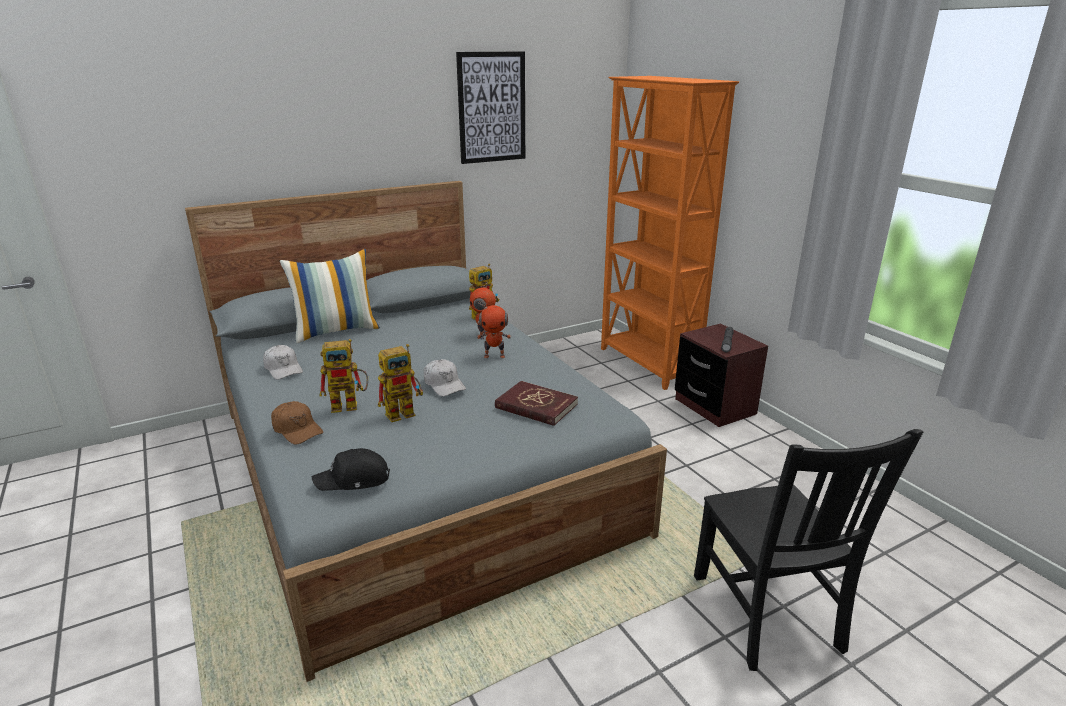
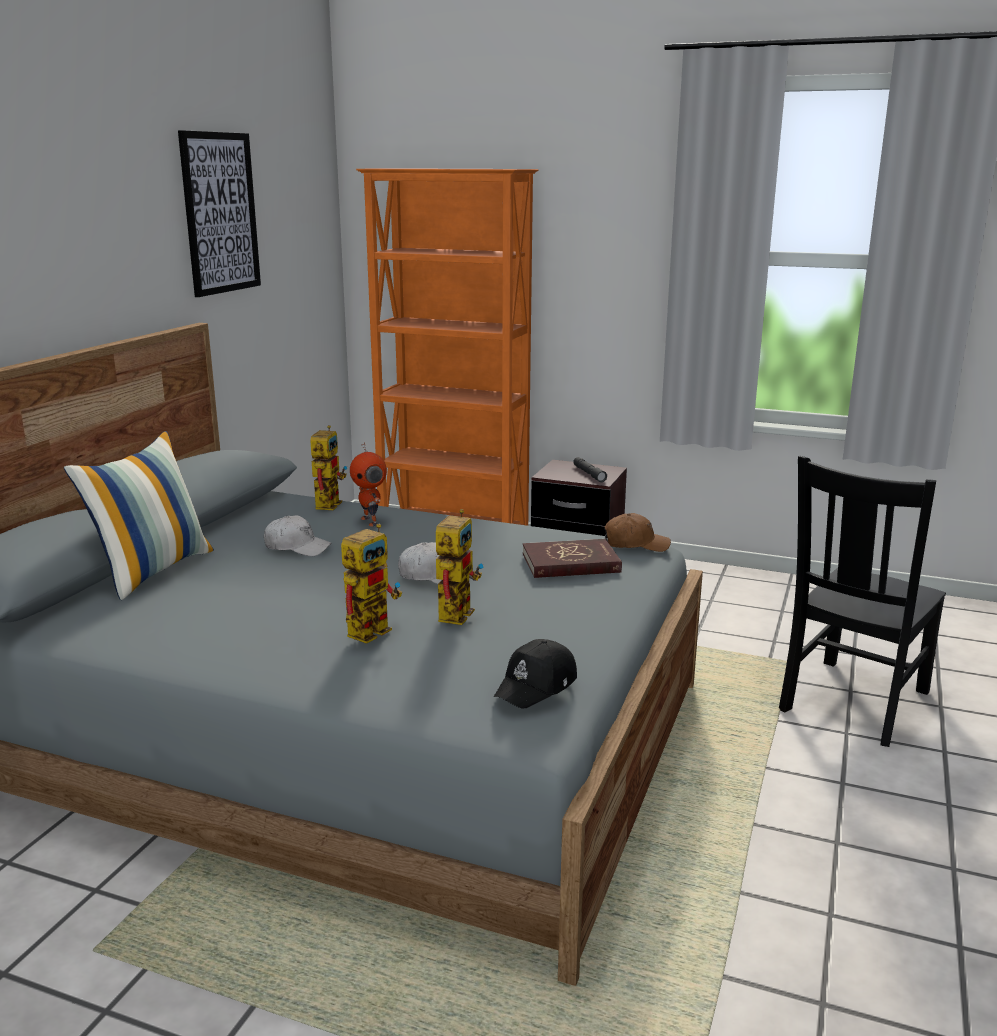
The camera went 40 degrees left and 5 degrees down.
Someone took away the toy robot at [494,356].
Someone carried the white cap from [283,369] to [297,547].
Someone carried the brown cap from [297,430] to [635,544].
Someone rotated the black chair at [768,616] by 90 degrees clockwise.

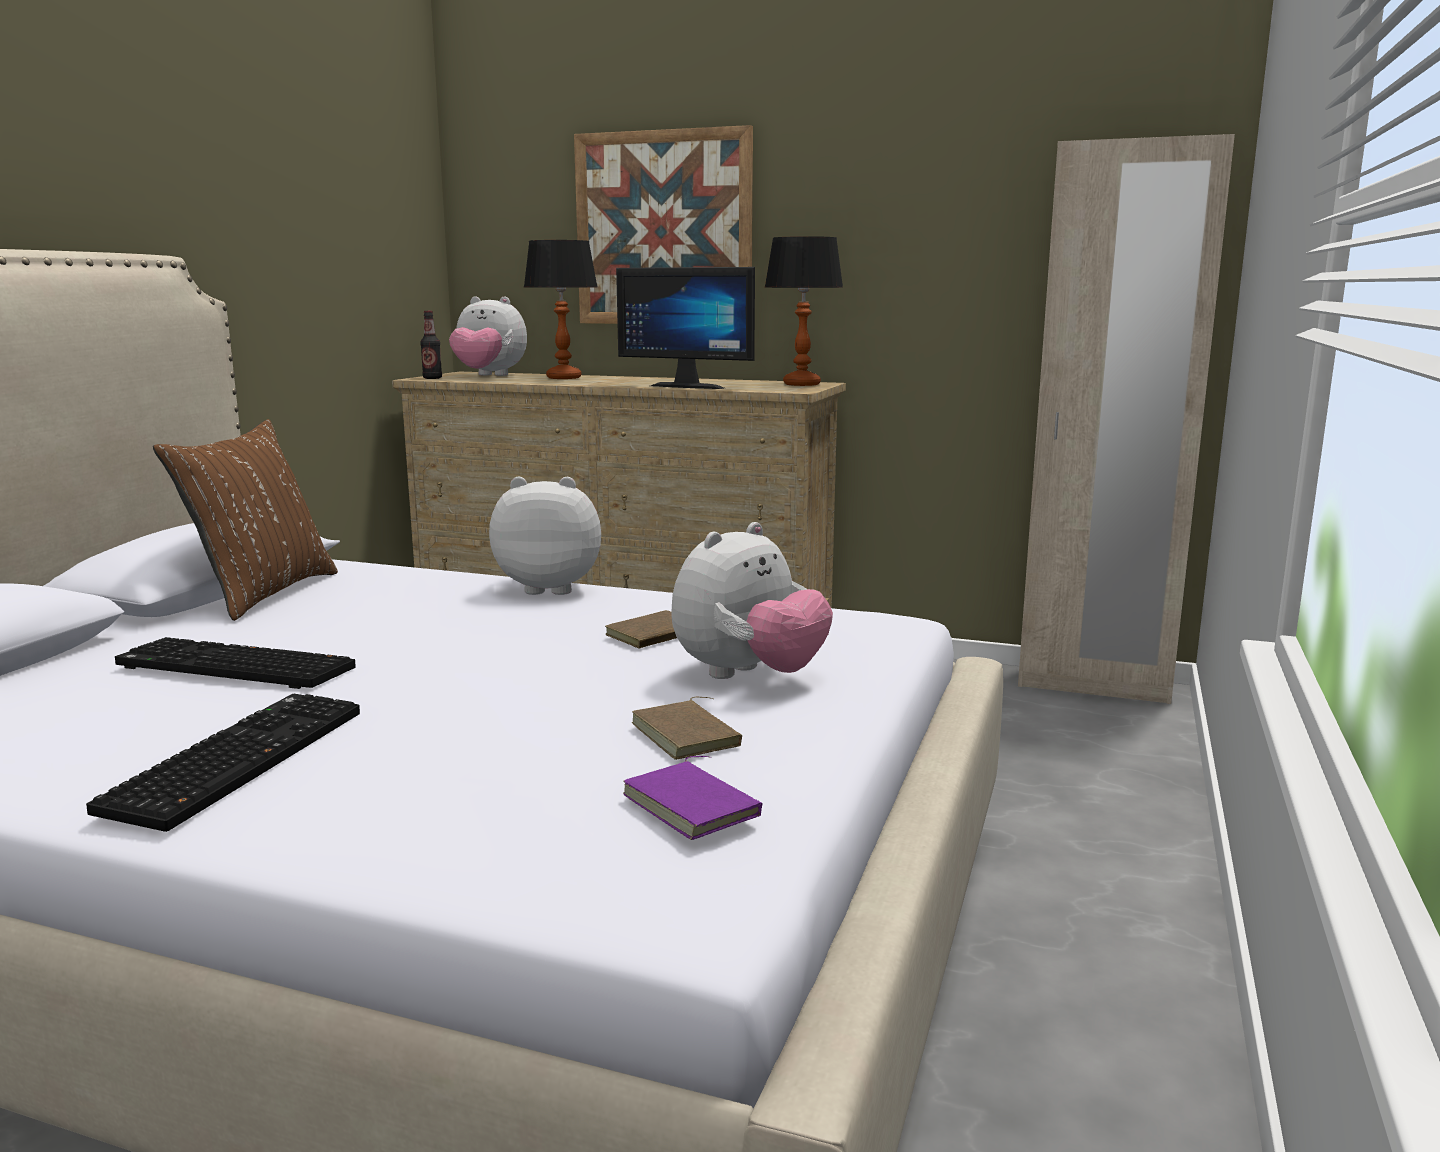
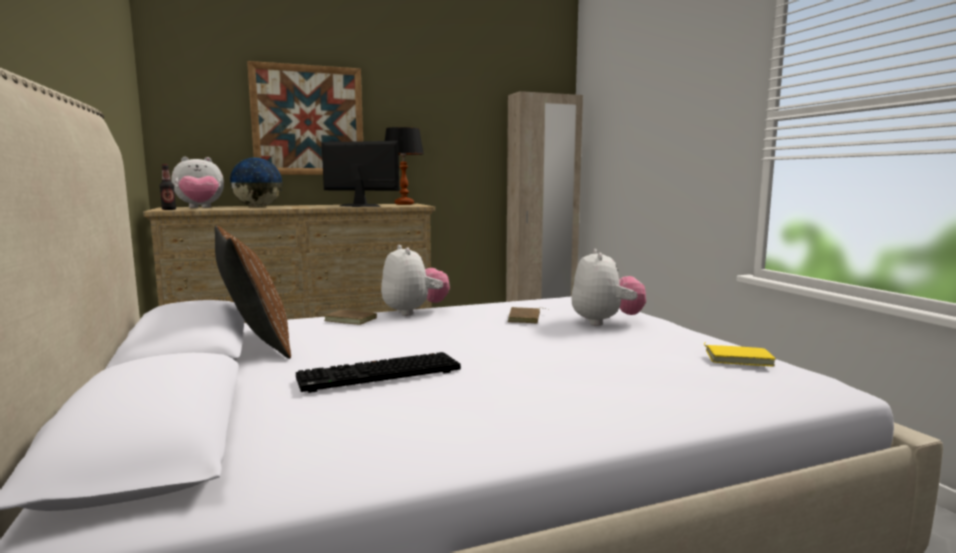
The camera went 40 degrees left and 5 degrees down.
Someone took away the keyboard at [237,758].
Someone carried the brown book from [689,735] to [352,319].
Someone swapped the table lamp at [564,378] for the globe at [257,206].
Someone repainted the purple book at [695,805], which became the yellow book at [738,358].
Someone rotated the plush toy at [550,588] by 105 degrees clockwise.
Someone rotated the monitor at [691,386] by 150 degrees counterclockwise.

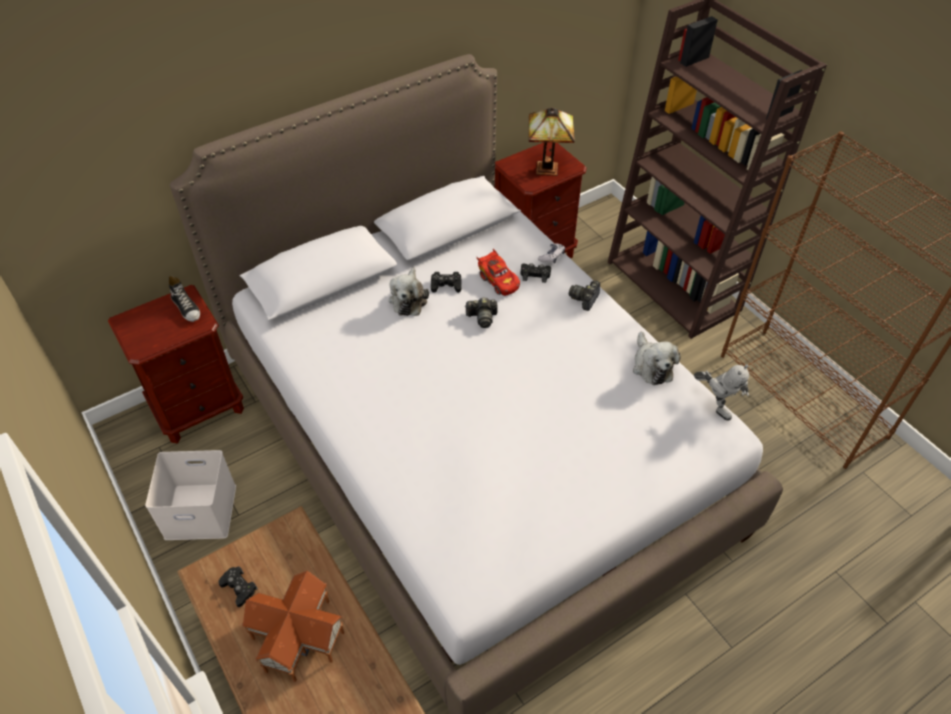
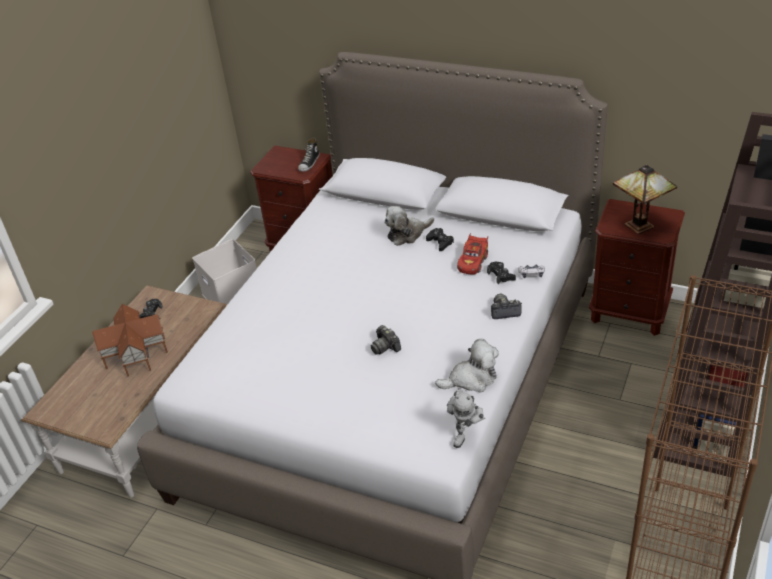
The camera went 60 degrees right and 10 degrees down.
Someone carried the photo camera from [482,317] to [385,347].
Someone rotated the plush toy at [651,365] by 150 degrees counterclockwise.

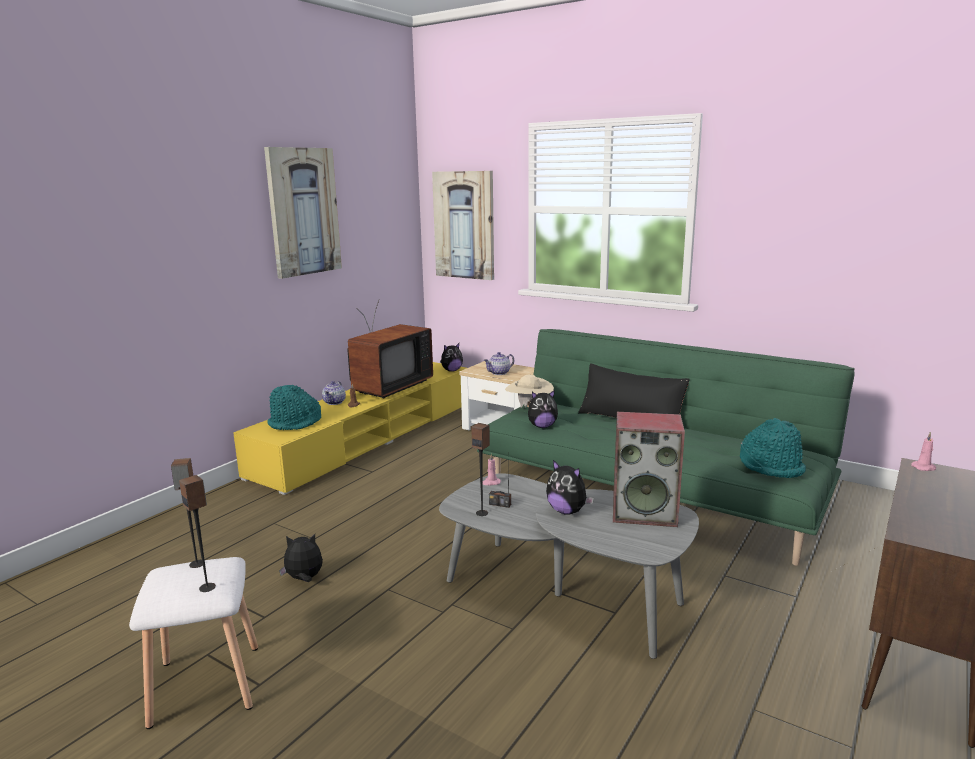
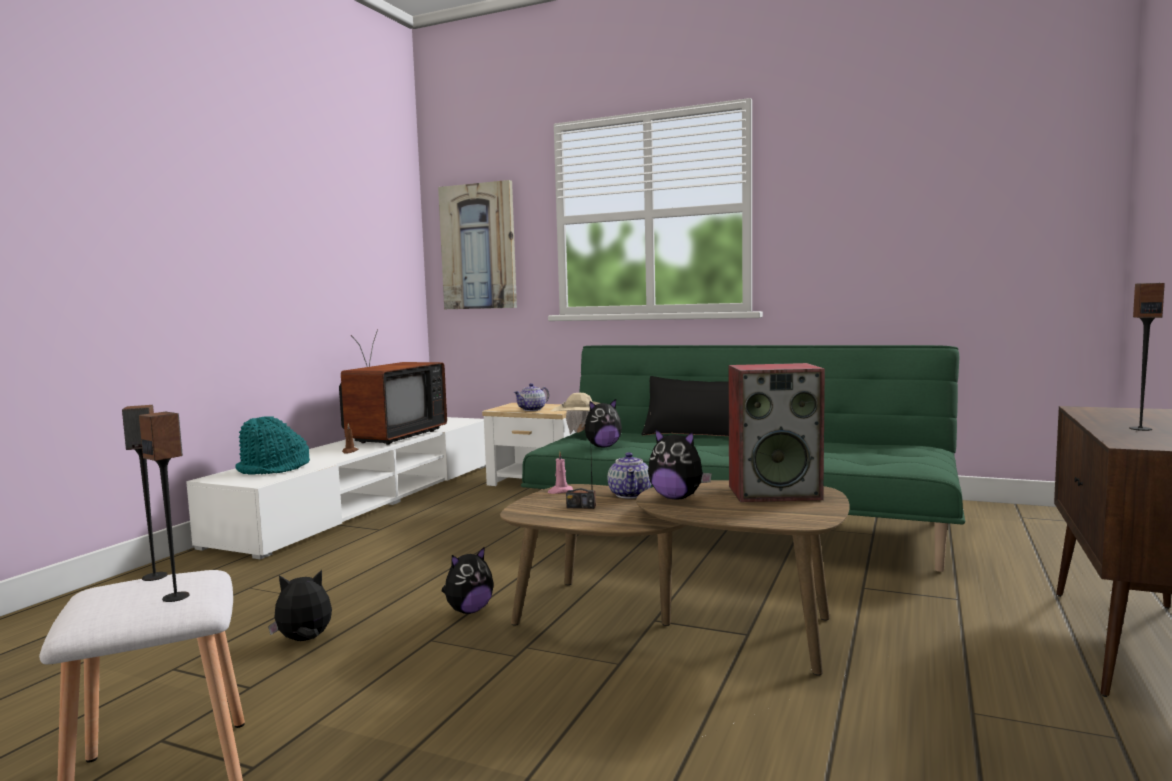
The camera went 10 degrees left and 10 degrees down.
Someone took away the picture at [303,211].
Someone took away the turquoise hat at [772,467].
Someone took away the pink candle at [924,468].
Someone carried the teapot from [335,402] to [630,494].
Someone carried the plush toy from [451,370] to [468,610].
Someone carried the speaker from [482,513] to [1140,429].
Someone repainted the yellow tv stand at [370,437], which became the white tv stand at [369,500].
Someone repainted the grey coffee table at [563,594], which became the brown coffee table at [672,623].

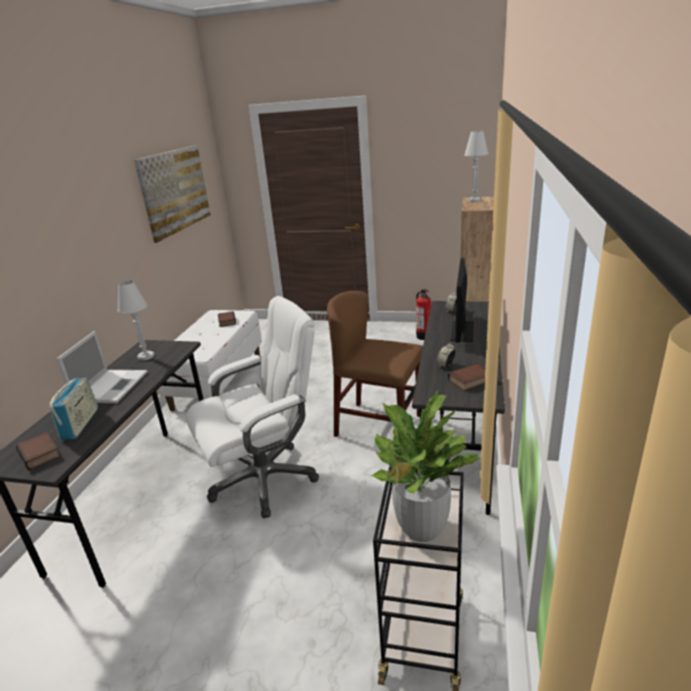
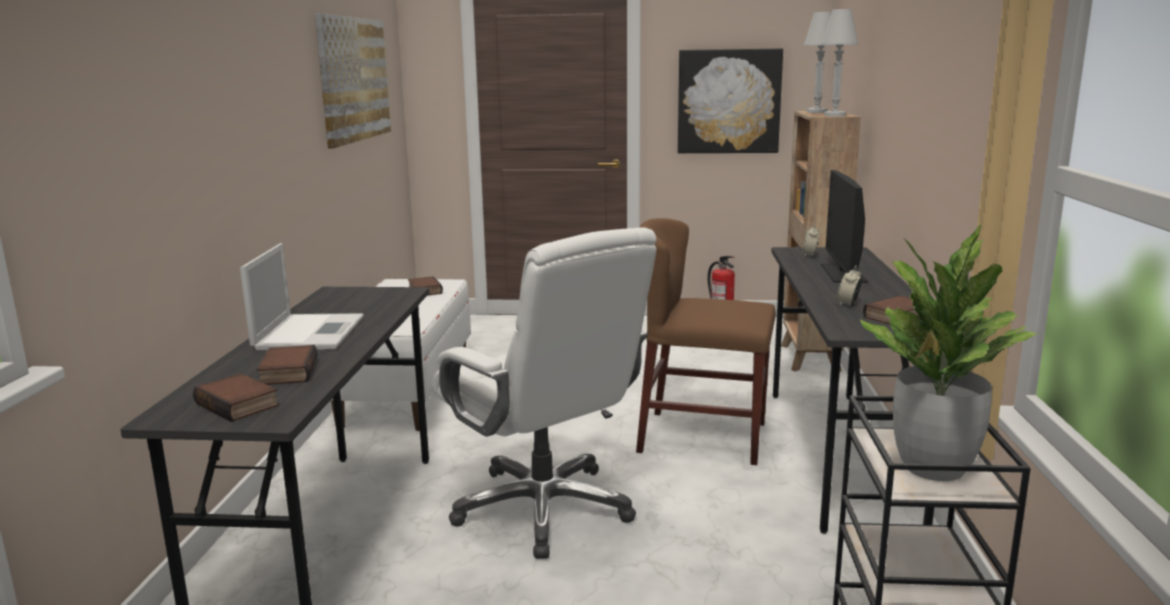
The camera went 10 degrees left and 10 degrees down.
Someone put up the picture at [728,101].
Someone carried the white table lamp from [146,356] to [834,115].
Someone swapped the radio at [80,424] for the book at [287,371].
Someone rotated the white office chair at [264,478] by 90 degrees clockwise.

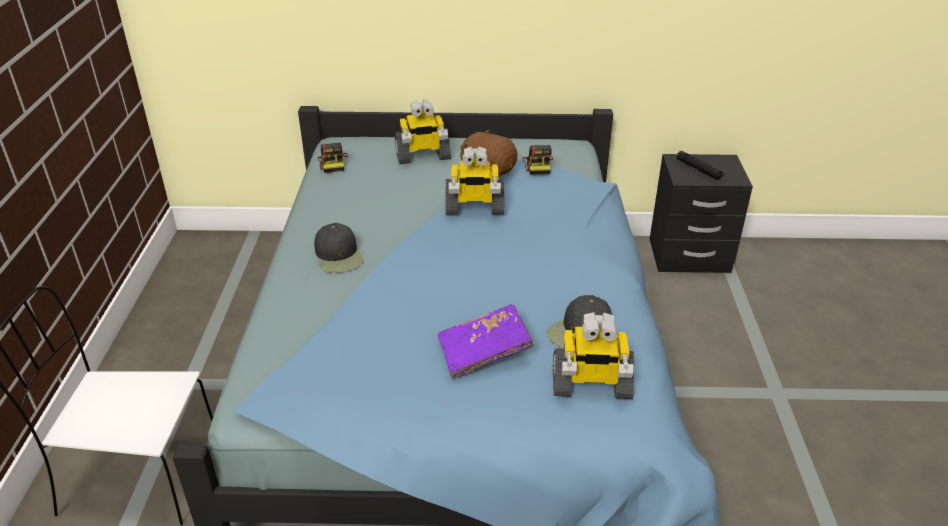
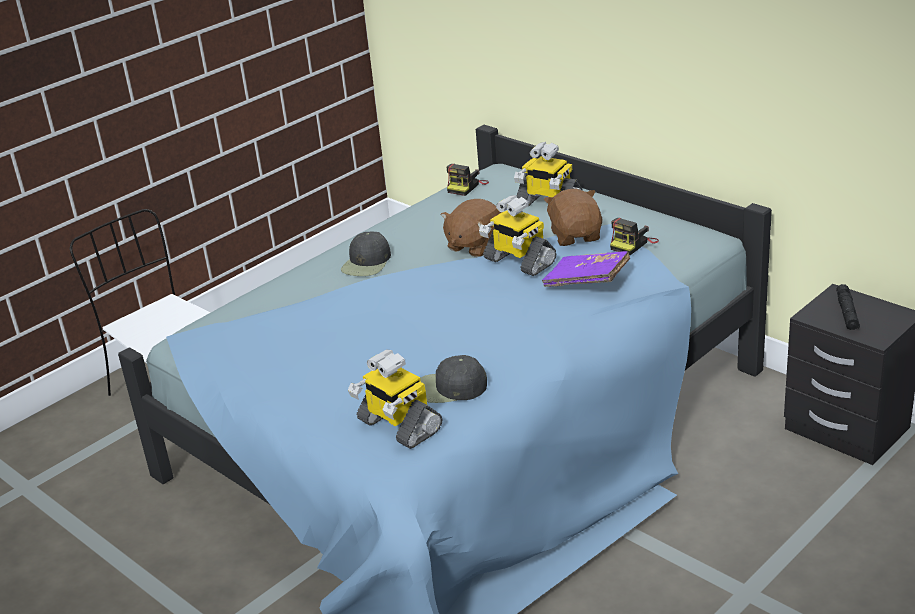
The camera went 45 degrees right and 5 degrees down.
Someone put down the brown plush toy at [474,245].
Someone carried the purple book from [484,352] to [587,281].

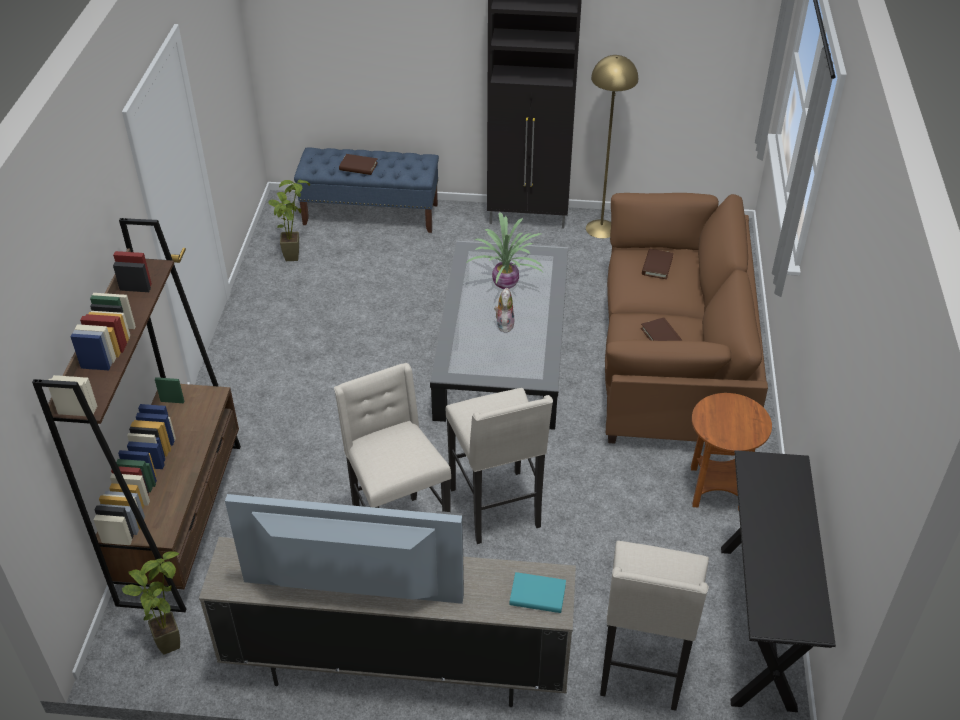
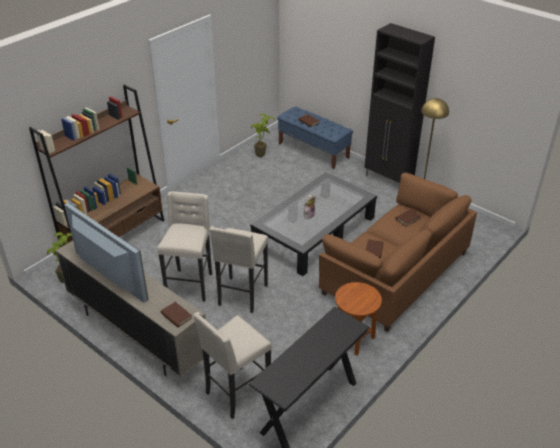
The camera went 35 degrees right and 5 degrees down.
Someone took away the potted plant at [506,283].
Someone repainted the turquoise book at [537,595], which became the brown book at [176,316].

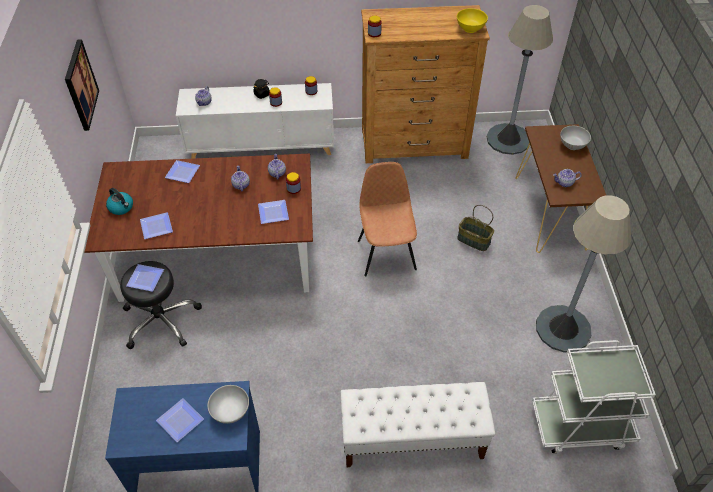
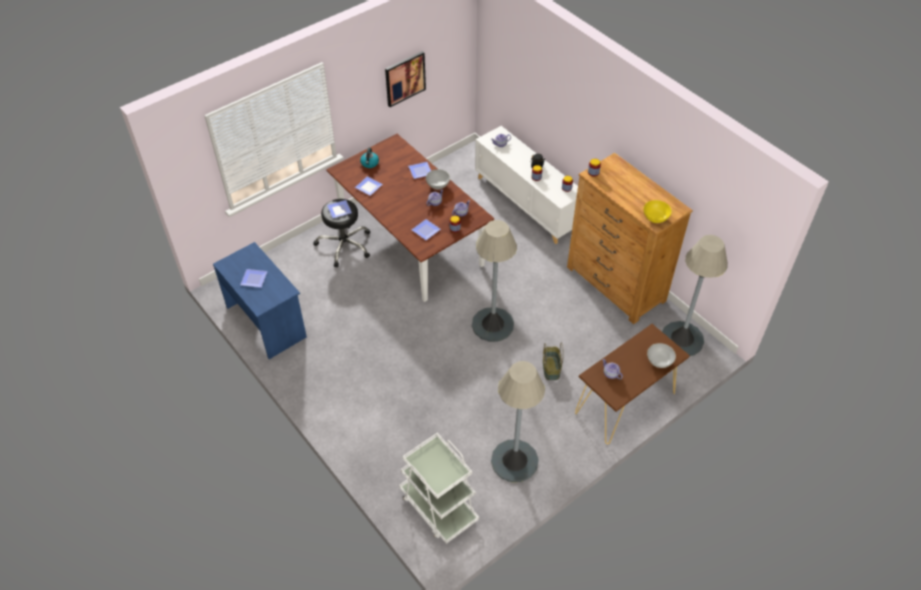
The camera went 55 degrees right and 0 degrees up.
Someone took away the white bench at [412,439].
Someone carried the white bowl from [231,411] to [438,185].
Someone swapped the brown chair at [386,253] for the grey floor lamp at [493,324].

